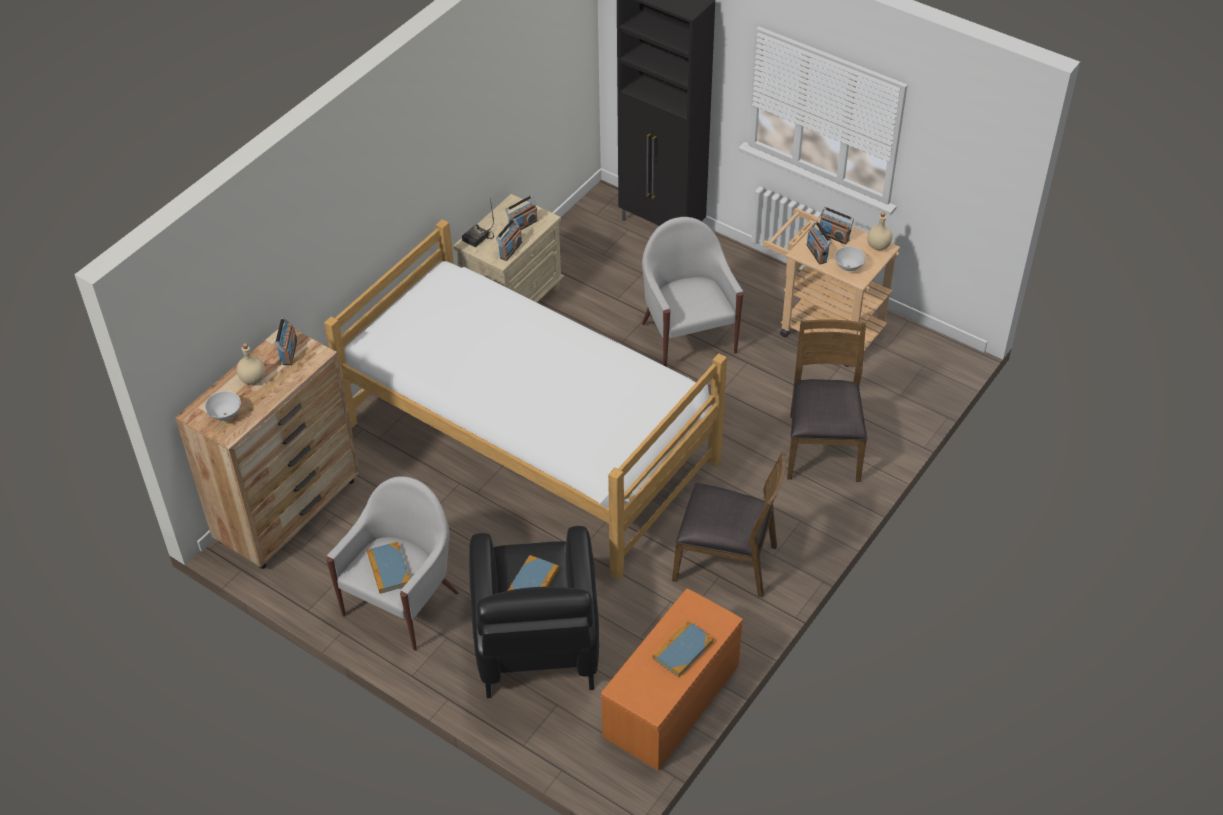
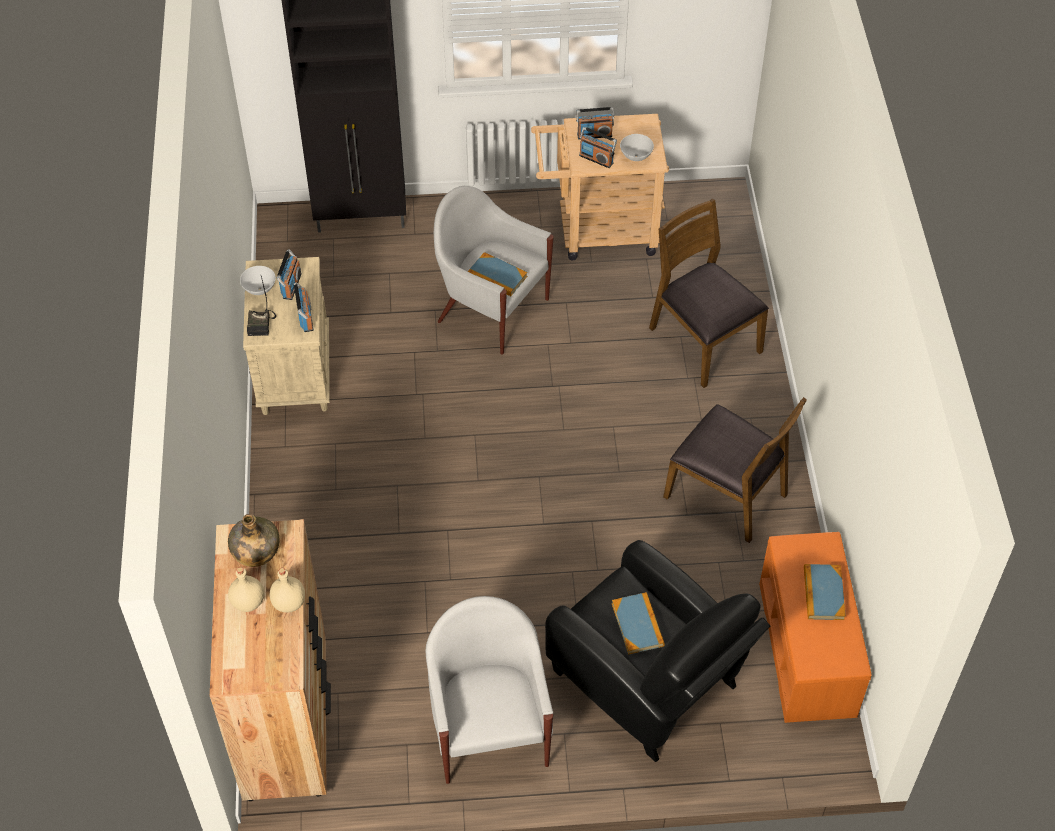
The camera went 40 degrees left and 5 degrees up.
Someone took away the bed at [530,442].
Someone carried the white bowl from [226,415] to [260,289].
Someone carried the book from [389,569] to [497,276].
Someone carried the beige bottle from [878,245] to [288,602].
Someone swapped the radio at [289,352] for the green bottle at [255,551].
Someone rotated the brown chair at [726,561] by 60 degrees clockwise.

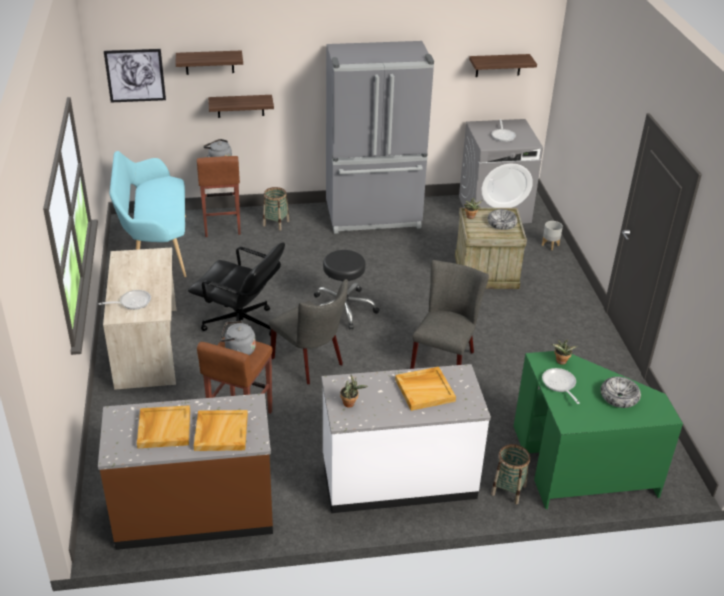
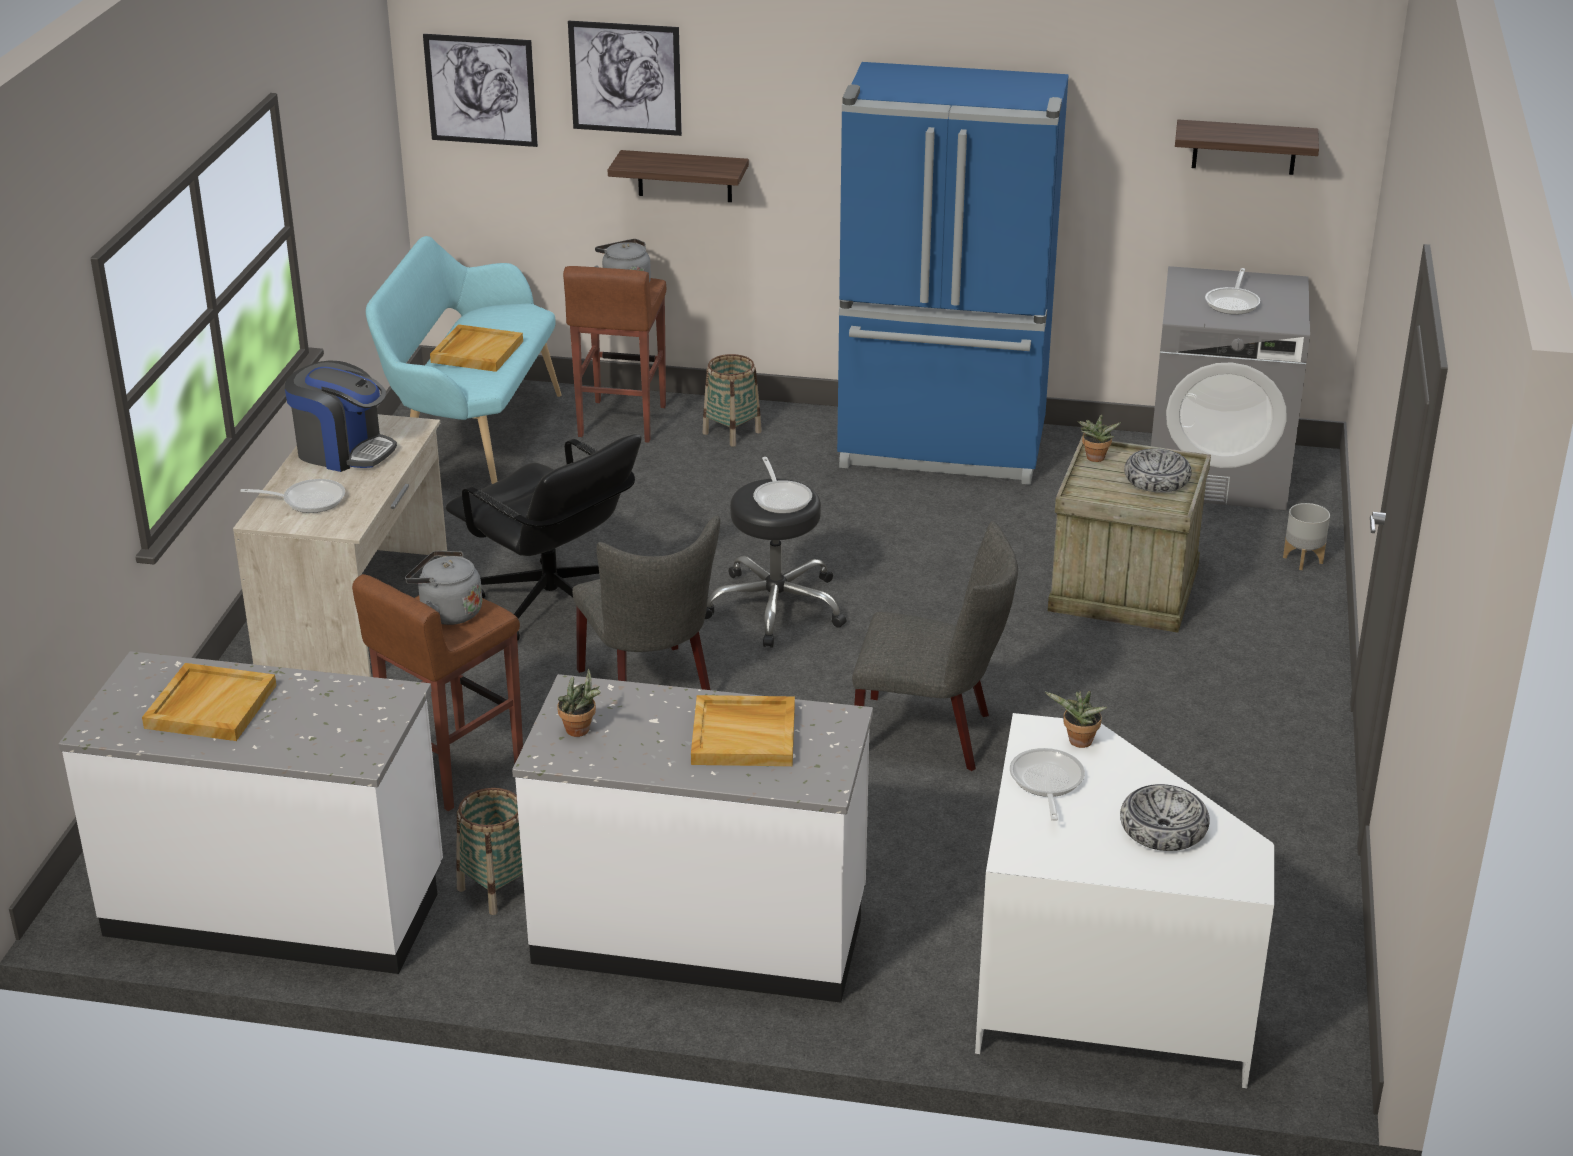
The camera went 20 degrees right and 5 degrees down.
Someone put down the coffee machine at [343,451].
Someone put down the frying pan at [781,498].
Someone carried the beige tray from [221,432] to [477,351].
Someone carried the basket from [508,490] to [497,889].
Someone swapped the shelf at [209,62] for the picture at [625,78].
Someone repainted the brown counter at [194,511], which became the white counter at [277,904].
Someone repainted the grey fridge at [374,217], which became the blue fridge at [942,449].
Someone repainted the green desk at [579,468], which became the white desk at [1097,994].
Someone rotated the grey chair at [445,359] by 60 degrees clockwise.

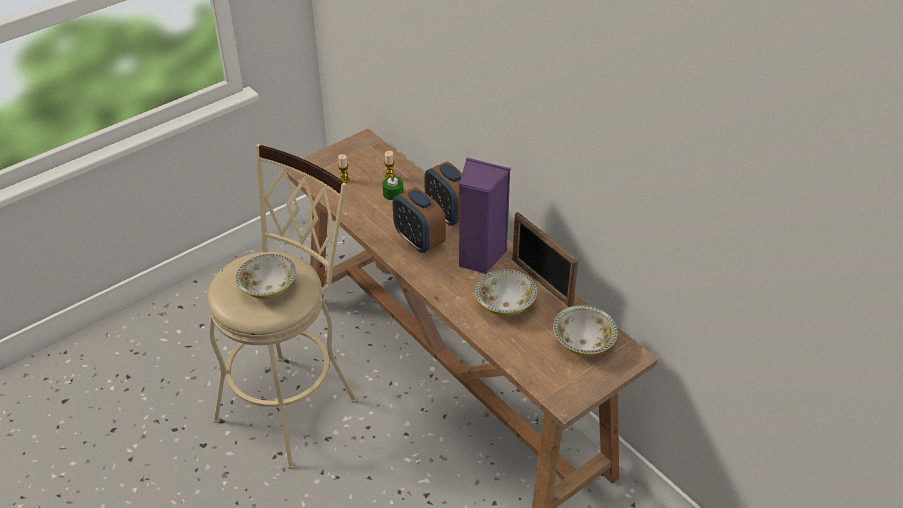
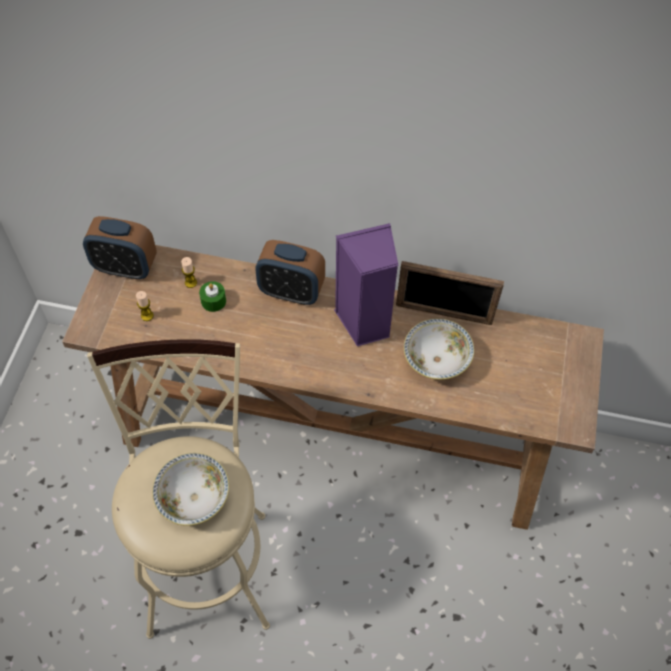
The camera went 40 degrees left and 15 degrees up.
Someone took away the bowl at [583,343].
Someone carried the alarm clock from [419,241] to [125,267].

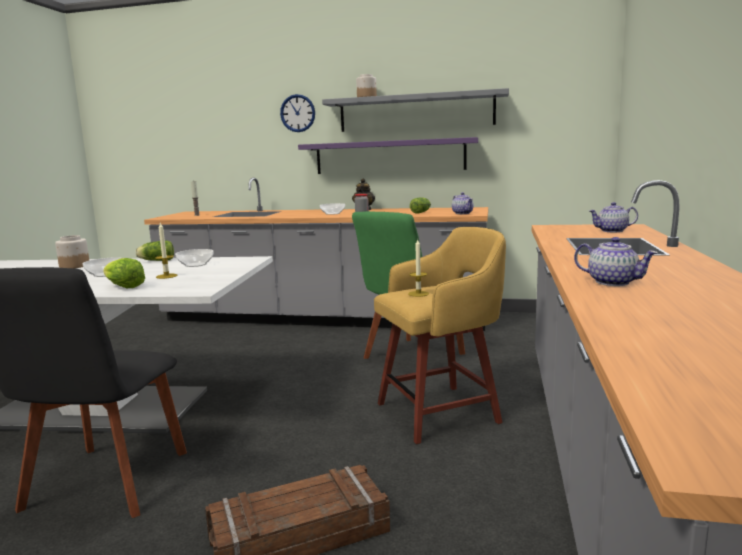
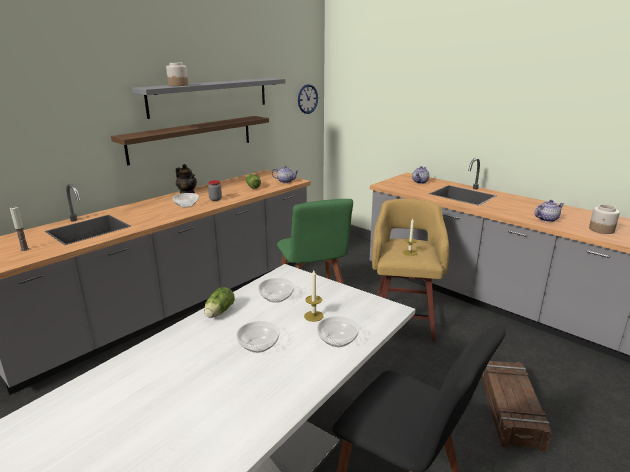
The camera went 60 degrees left and 10 degrees up.
Someone carried the jar from [74,266] to [601,230].
Someone carried the wall clock from [297,113] to [307,99].
Someone swapped the lettuce at [123,287] for the bowl at [338,340].
Someone repainted the purple shelf at [389,156], which became the brown shelf at [192,138].

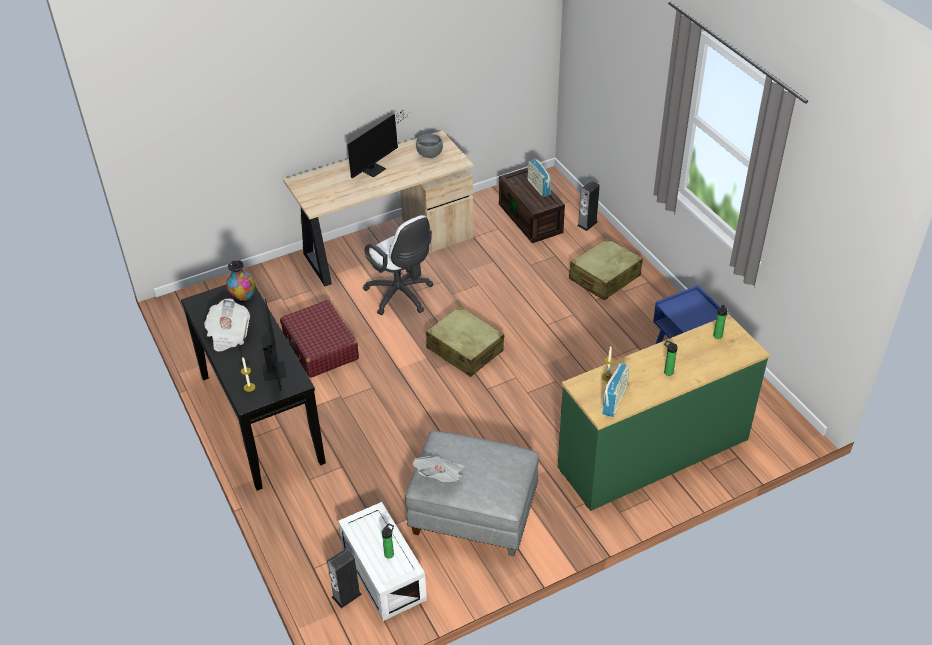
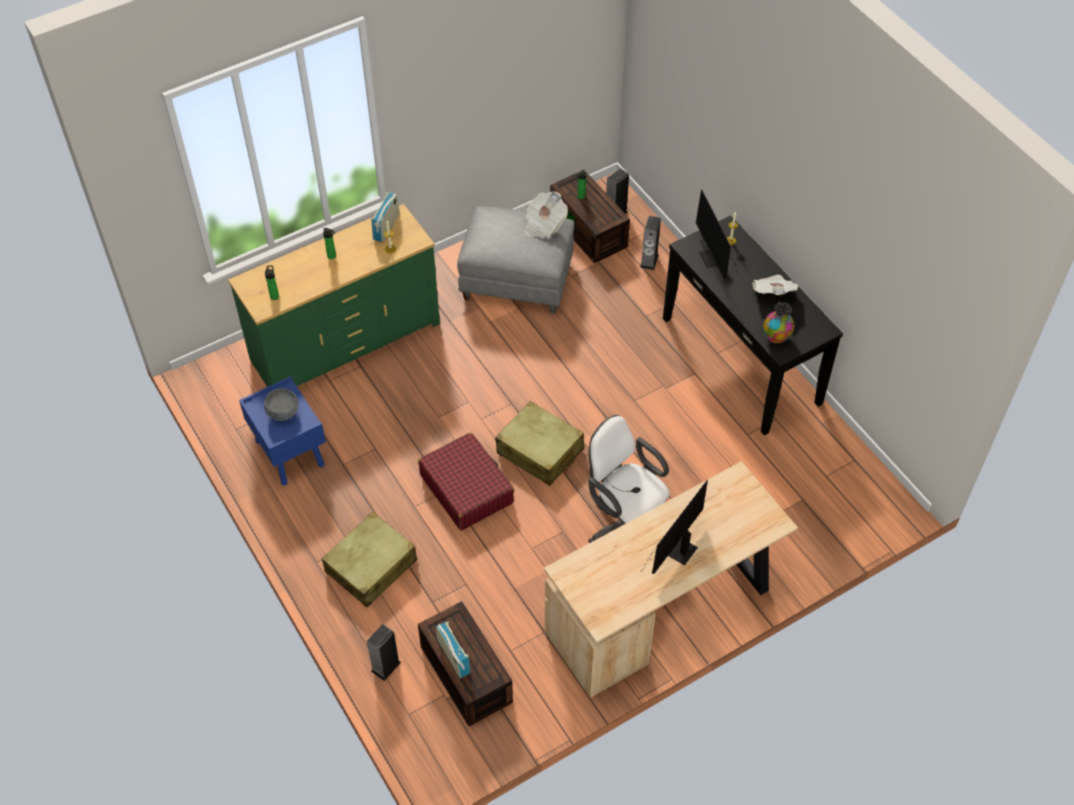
The camera went 175 degrees right and 10 degrees up.
Someone put down the speaker at [649,261].
Someone carried the red suitcase from [320,347] to [466,488].
Someone carried the grey bowl from [430,155] to [283,413].
Someone repainted the white storage box at [381,573], which became the brown storage box at [590,230].

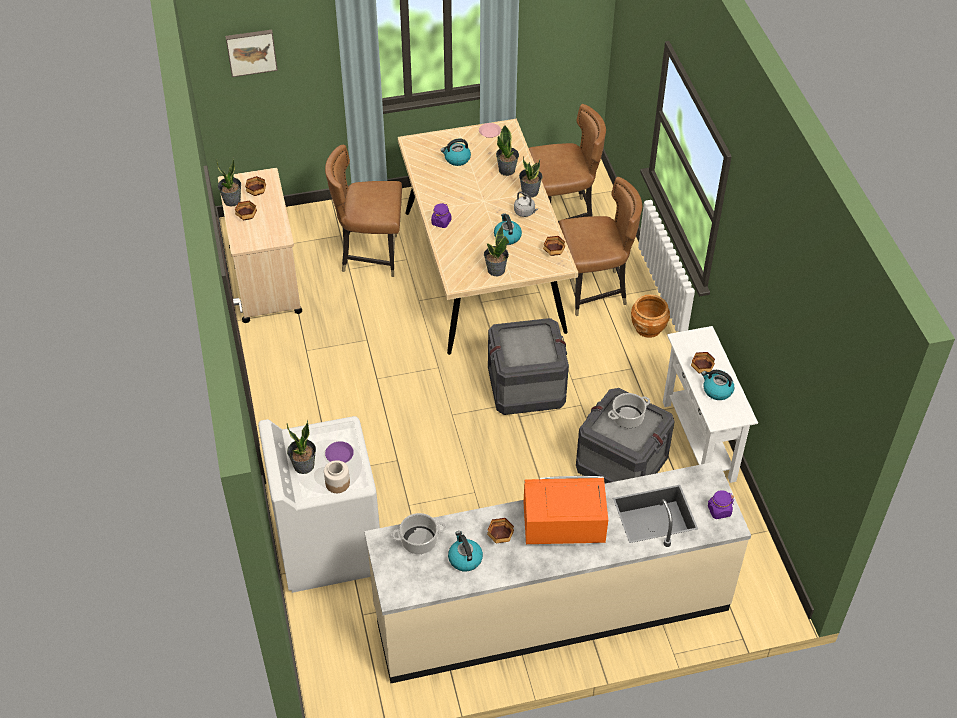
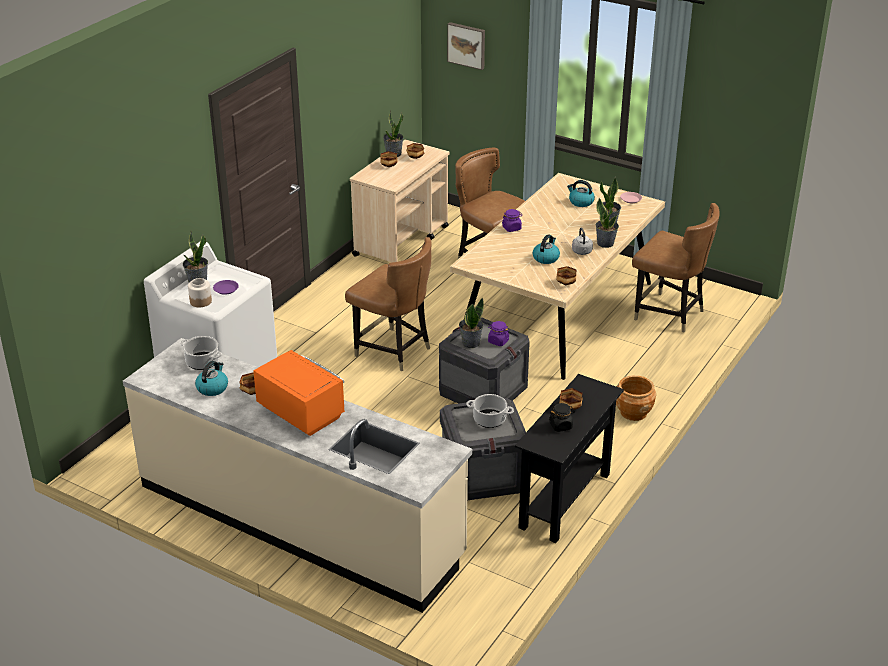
The camera went 45 degrees right and 15 degrees down.
Someone carried the potted plant from [495,270] to [470,343].
Someone carried the brown chair from [594,291] to [393,351].
Someone carried the purple jar from [719,511] to [498,341].
Someone swapped the kettle at [717,390] for the black jar at [561,426].
Someone repainted the white console table at [698,441], which became the black console table at [565,500].

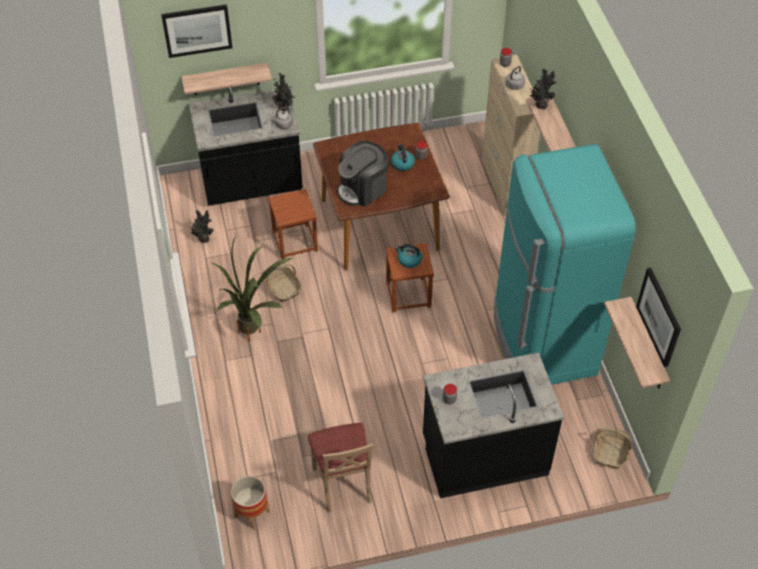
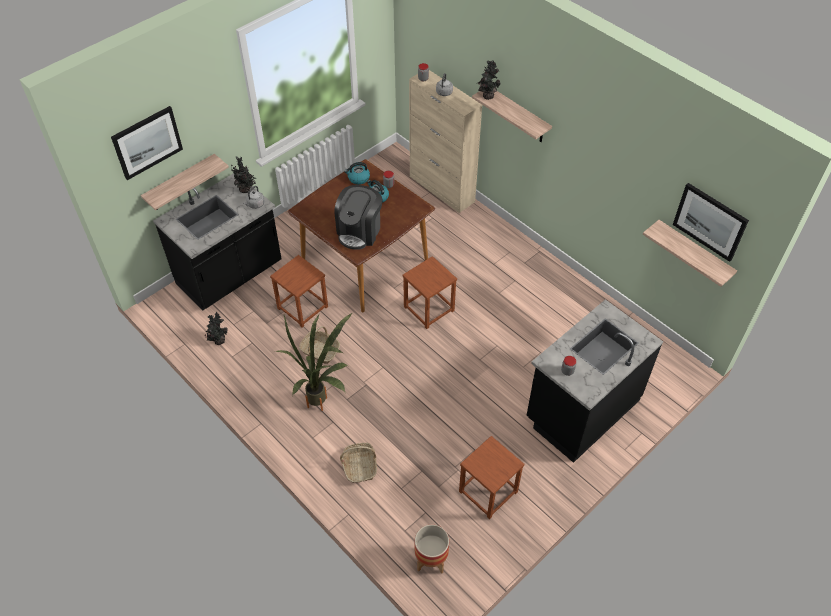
The camera went 30 degrees left and 0 degrees up.
Someone took away the turquoise fridge at [542,342].
Someone carried the kettle from [409,260] to [358,178].
Someone carried the basket from [611,451] to [360,466].
Someone swapped the beige chair at [343,483] for the brown stool at [488,492].

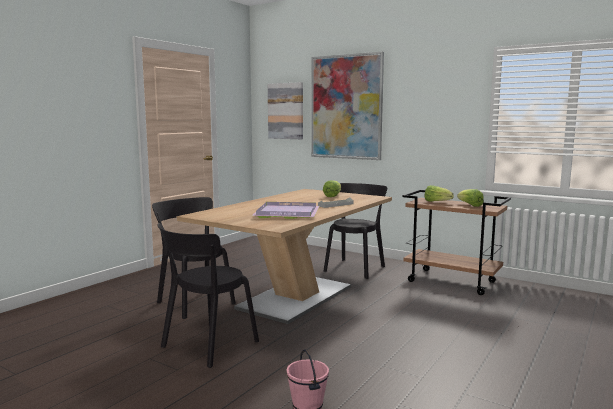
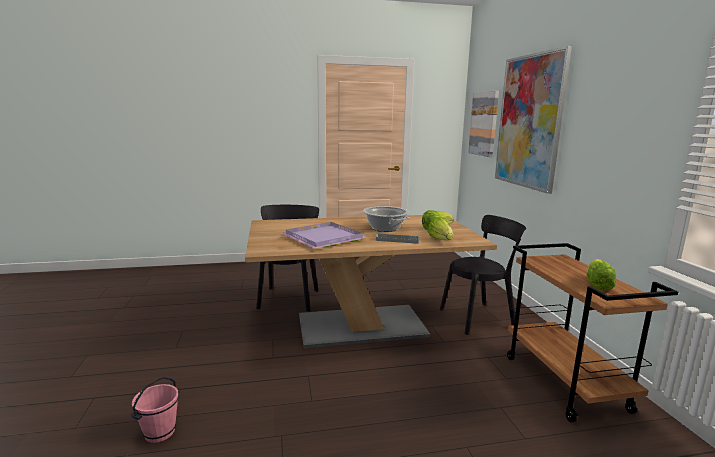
The camera went 45 degrees right and 5 degrees up.
Someone took away the black chair at [207,346].
Someone put down the cooking pot at [385,228].
Someone carried the lettuce from [436,202] to [440,240].

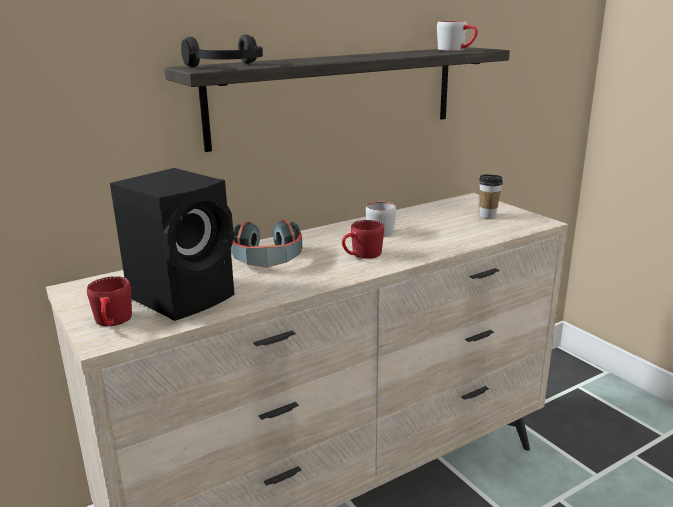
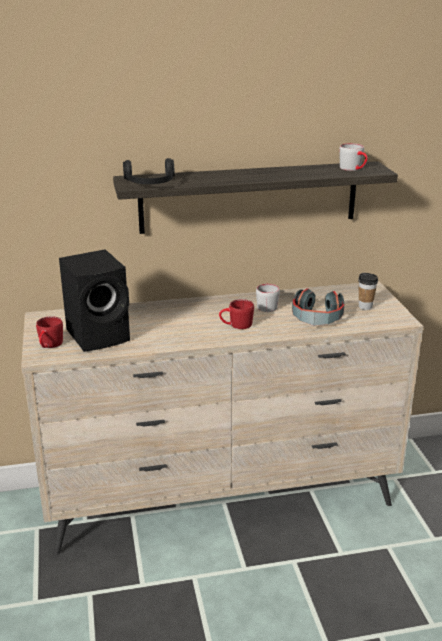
The camera went 20 degrees right and 5 degrees up.
Someone carried the headphones from [267,259] to [316,318].

